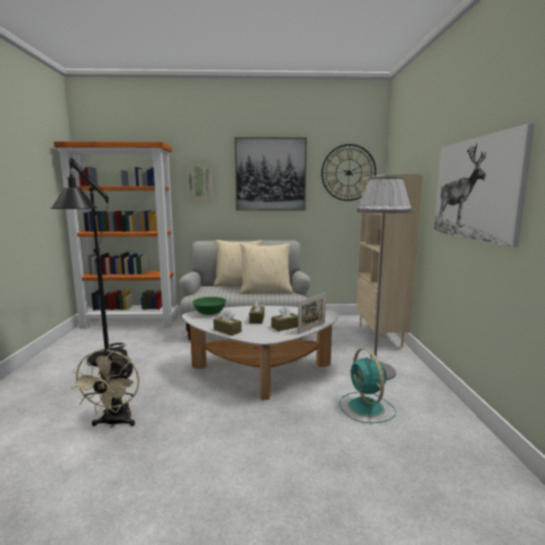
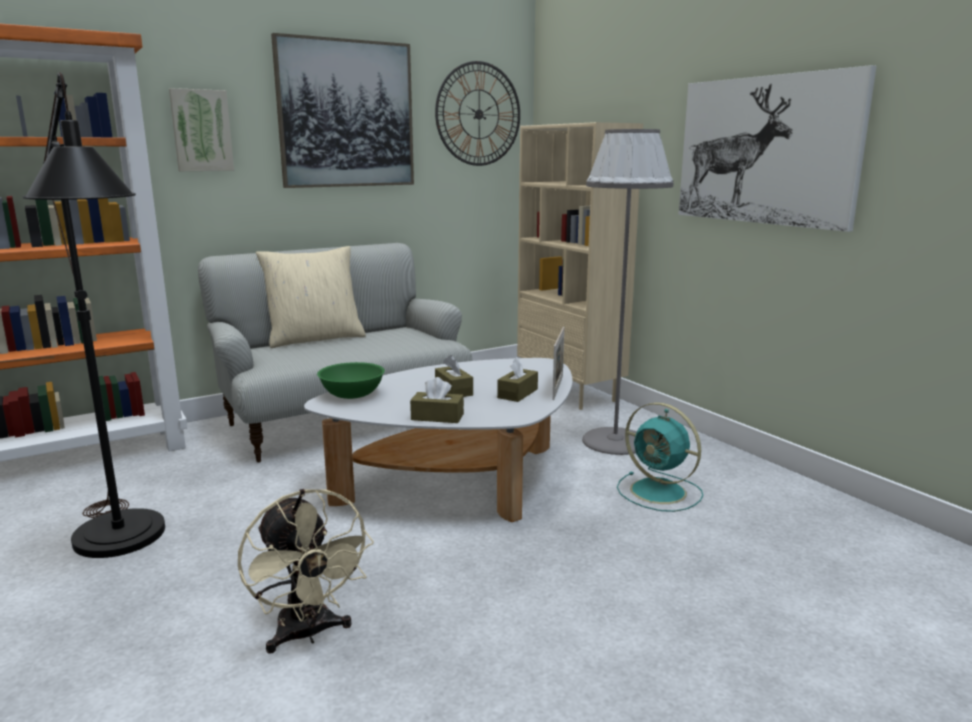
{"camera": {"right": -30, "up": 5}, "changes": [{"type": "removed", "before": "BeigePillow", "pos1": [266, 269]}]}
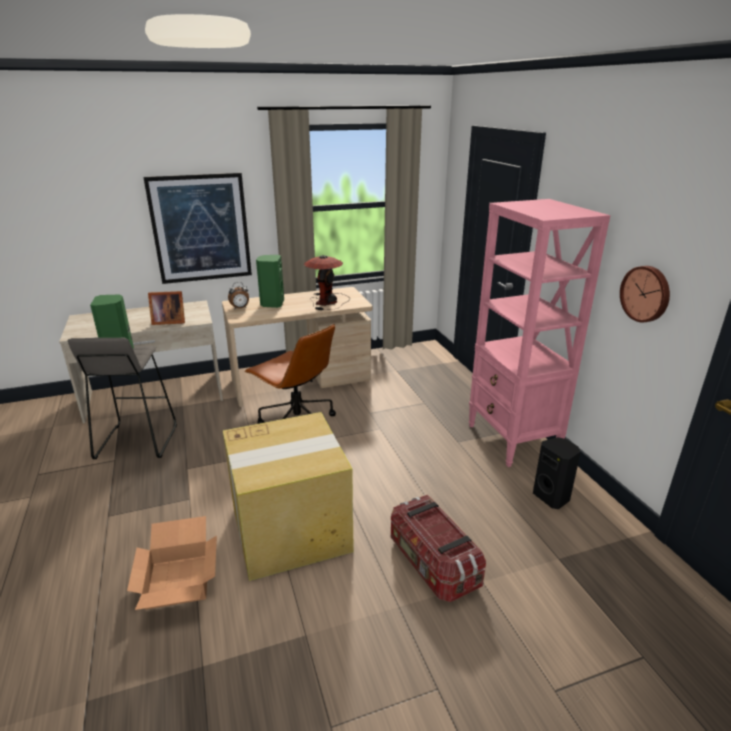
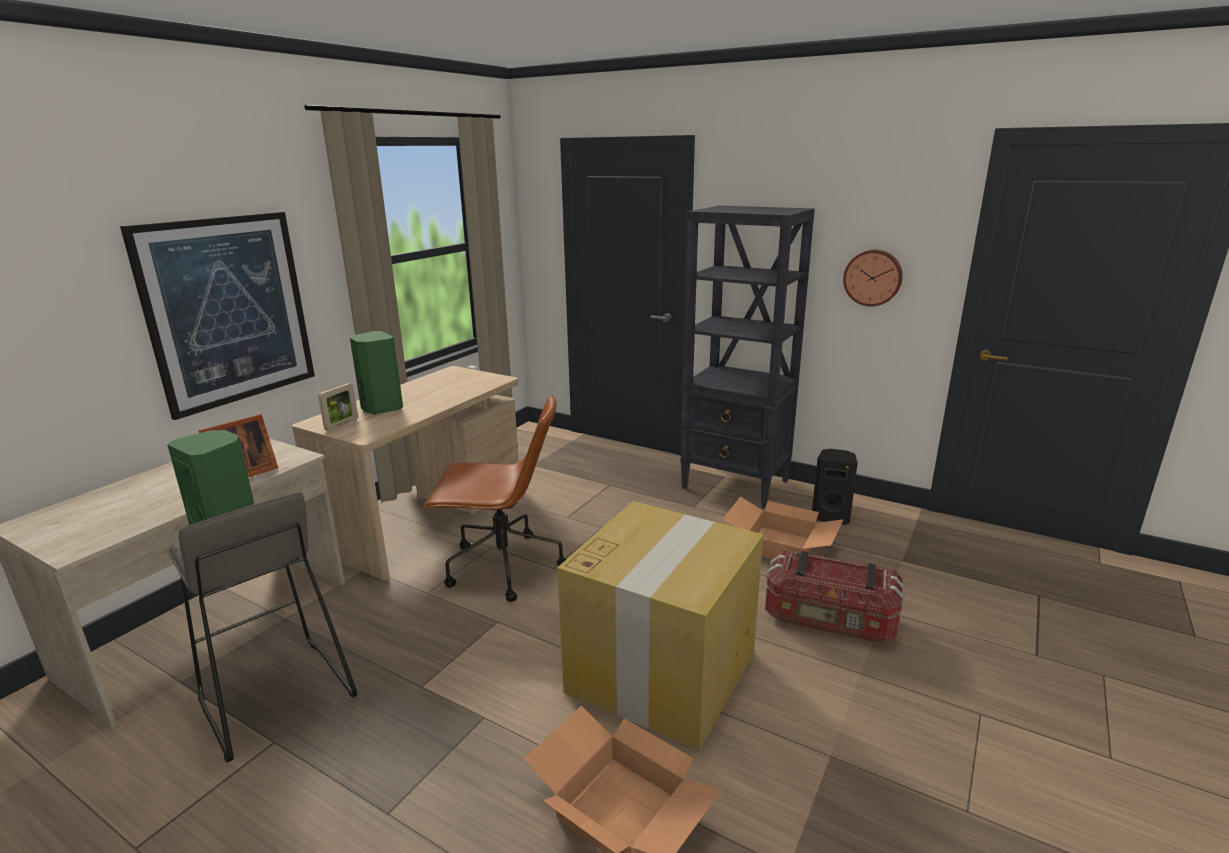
{"camera": {"right": -40, "up": -5}, "changes": [{"type": "replaced", "before": "AlarmClock", "after": "PictureFrame", "pos1": [238, 295], "pos2": [338, 407]}, {"type": "removed", "before": "TableLamp", "pos1": [327, 282]}, {"type": "recoloured", "before": "PinkBookcase", "after": "BlackBookcase", "pos1": [539, 333], "pos2": [747, 357]}, {"type": "added", "after": "CardboardBox", "pos2": [783, 527]}]}
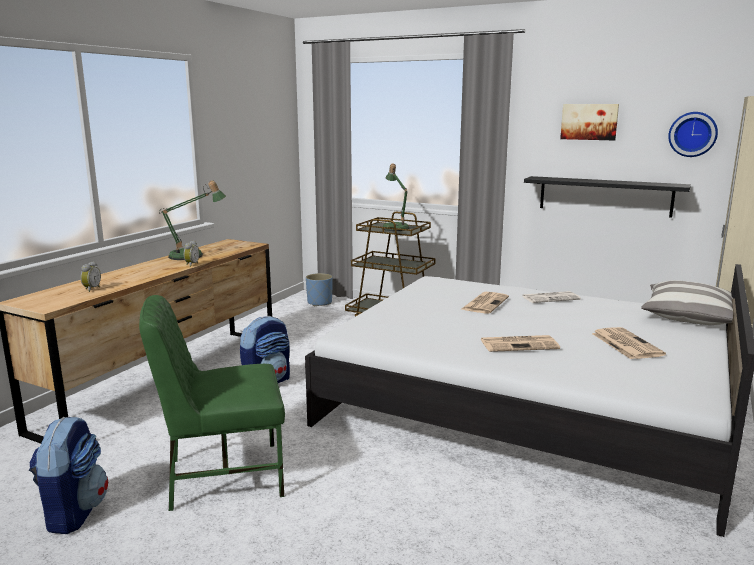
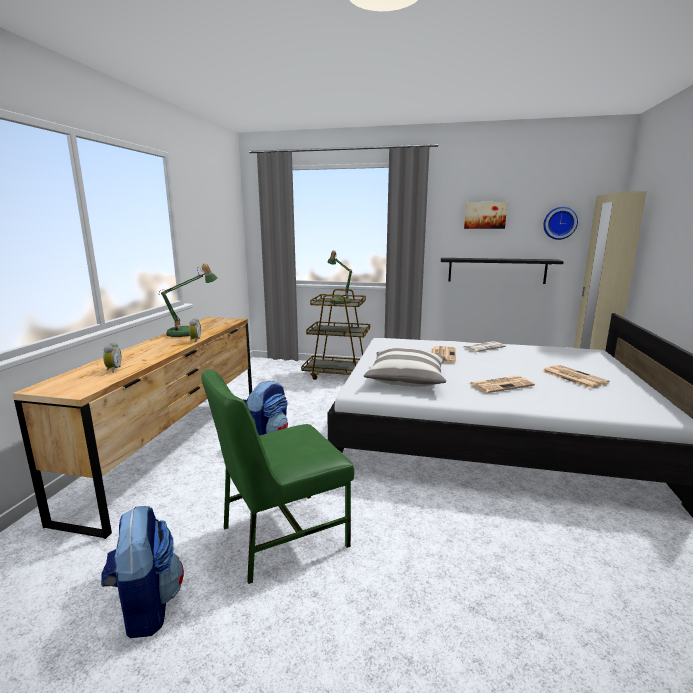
{"camera": {"right": -15, "up": 0}, "changes": [{"type": "removed", "before": "BluePlanter", "pos1": [319, 289]}, {"type": "moved", "before": "Pillow", "pos1": [687, 302], "pos2": [405, 367]}]}
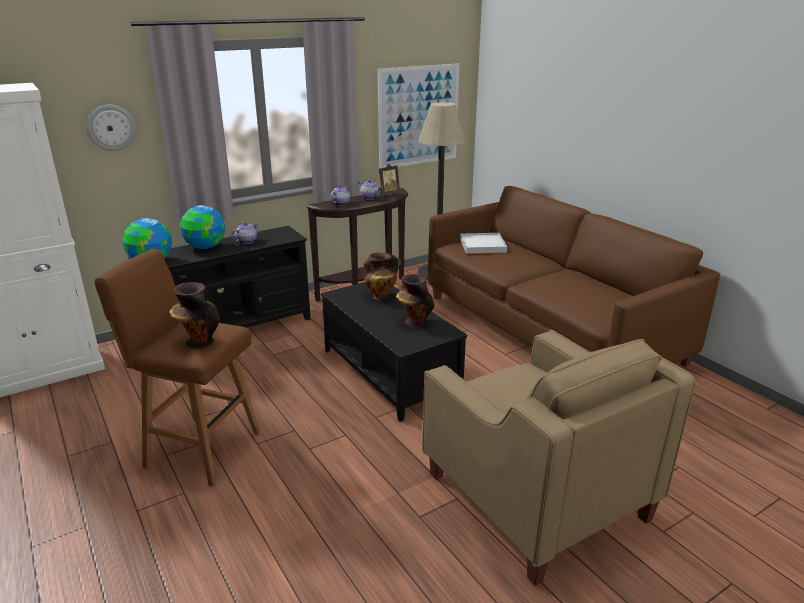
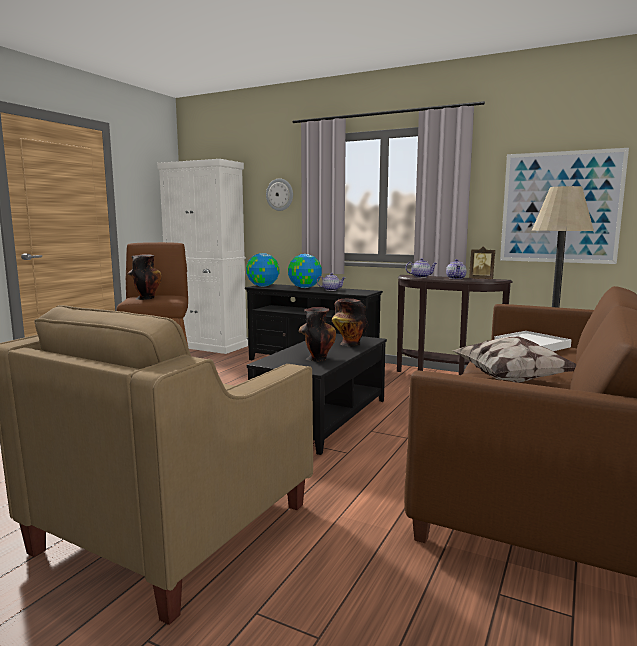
{"camera": {"right": 60, "up": -15}, "changes": [{"type": "added", "after": "Pillow", "pos2": [514, 359]}]}
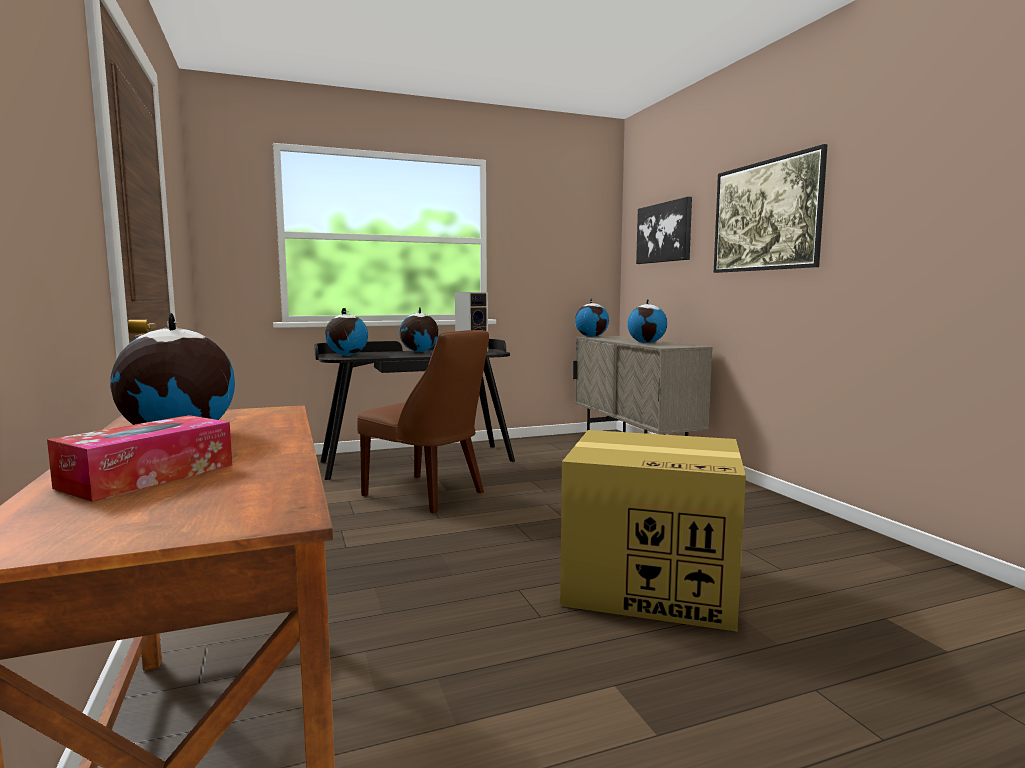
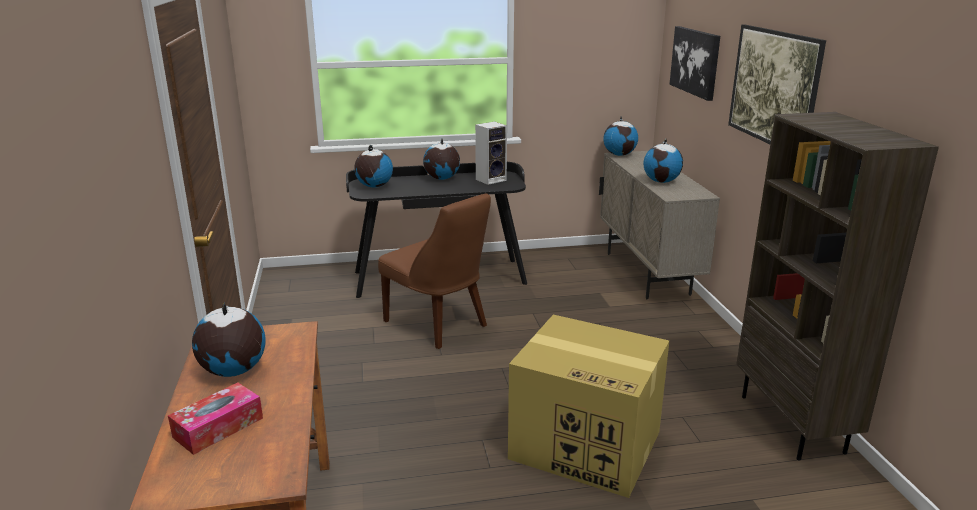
{"camera": {"right": 10, "up": 15}, "changes": [{"type": "added", "after": "BrownBookcase", "pos2": [837, 286]}]}
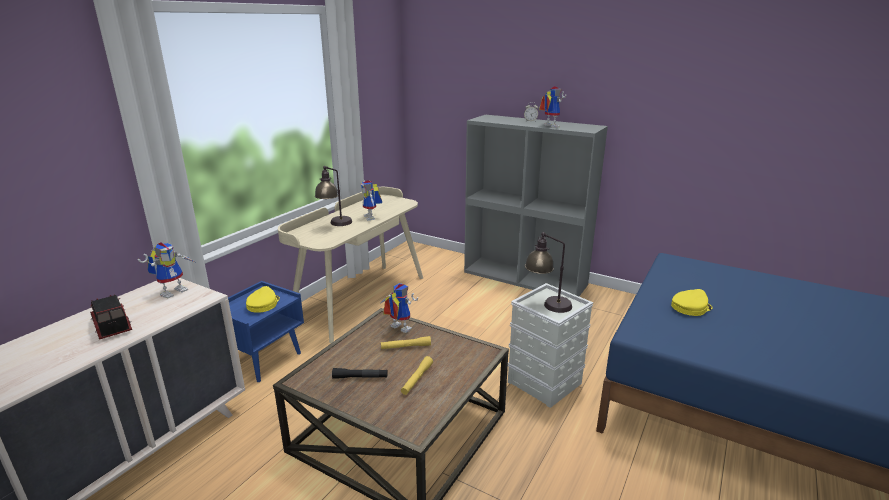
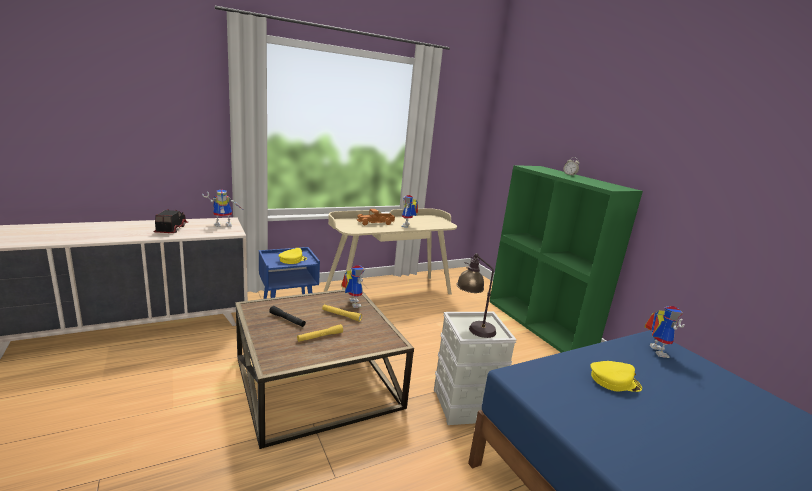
{"camera": {"right": 30, "up": -5}, "changes": [{"type": "replaced", "before": "TableLamp", "after": "ToyTruck", "pos1": [333, 196], "pos2": [376, 217]}, {"type": "recoloured", "before": "GreyBookcase", "after": "GreenBookcase", "pos1": [536, 205], "pos2": [566, 259]}, {"type": "moved", "before": "ToyRobot", "pos1": [553, 107], "pos2": [664, 332]}]}
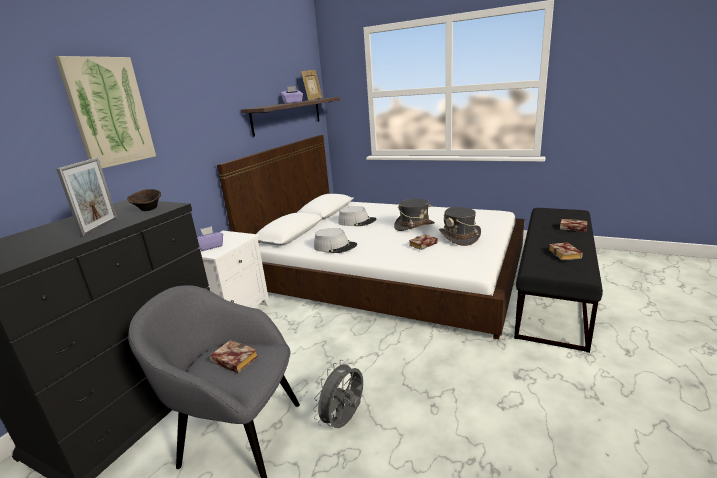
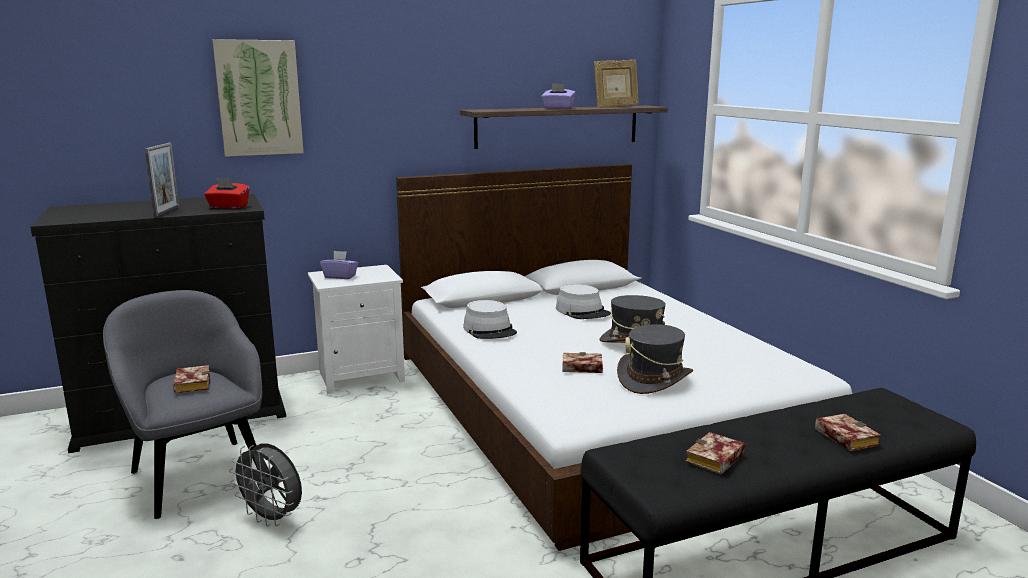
{"camera": {"right": 40, "up": -5}, "changes": [{"type": "turned", "before": "PictureFrame", "pos1": [87, 197], "pos2": [161, 180], "turn": -45}, {"type": "replaced", "before": "BrownBowl", "after": "RedTissueBox", "pos1": [144, 200], "pos2": [227, 193]}, {"type": "turned", "before": "GreyFan", "pos1": [338, 394], "pos2": [265, 484], "turn": -135}]}
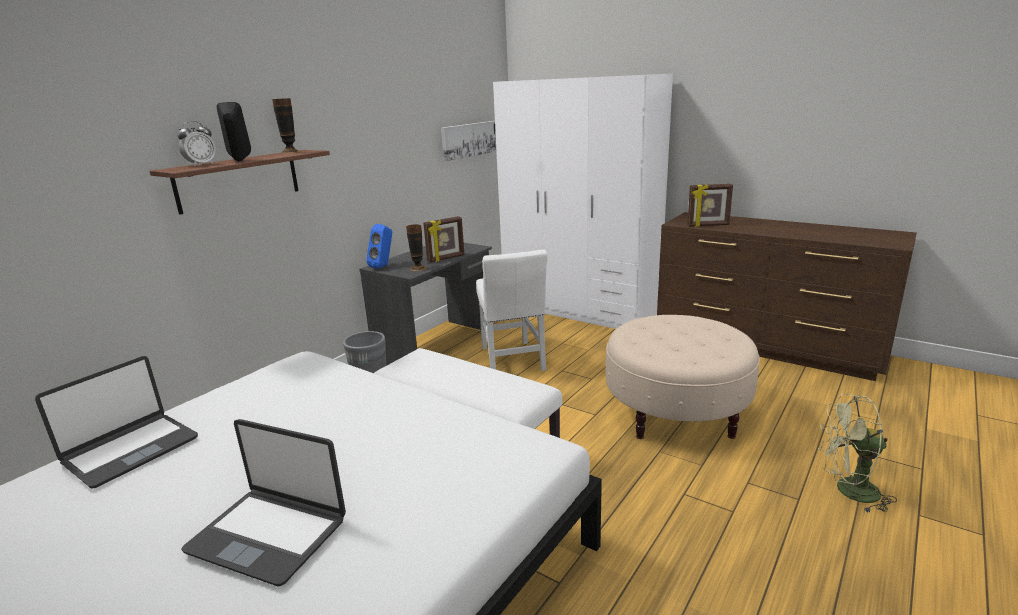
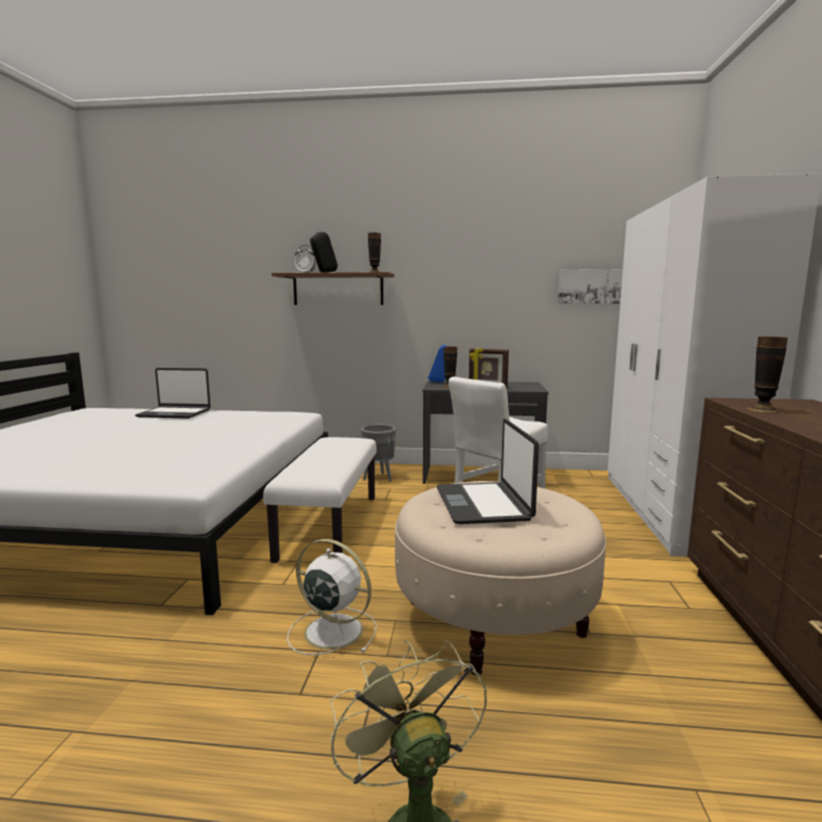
{"camera": {"right": 60, "up": -10}, "changes": [{"type": "moved", "before": "Laptop", "pos1": [263, 502], "pos2": [488, 471]}, {"type": "replaced", "before": "PictureFrame", "after": "Vase", "pos1": [710, 205], "pos2": [767, 375]}, {"type": "added", "after": "WhiteFan", "pos2": [332, 597]}]}
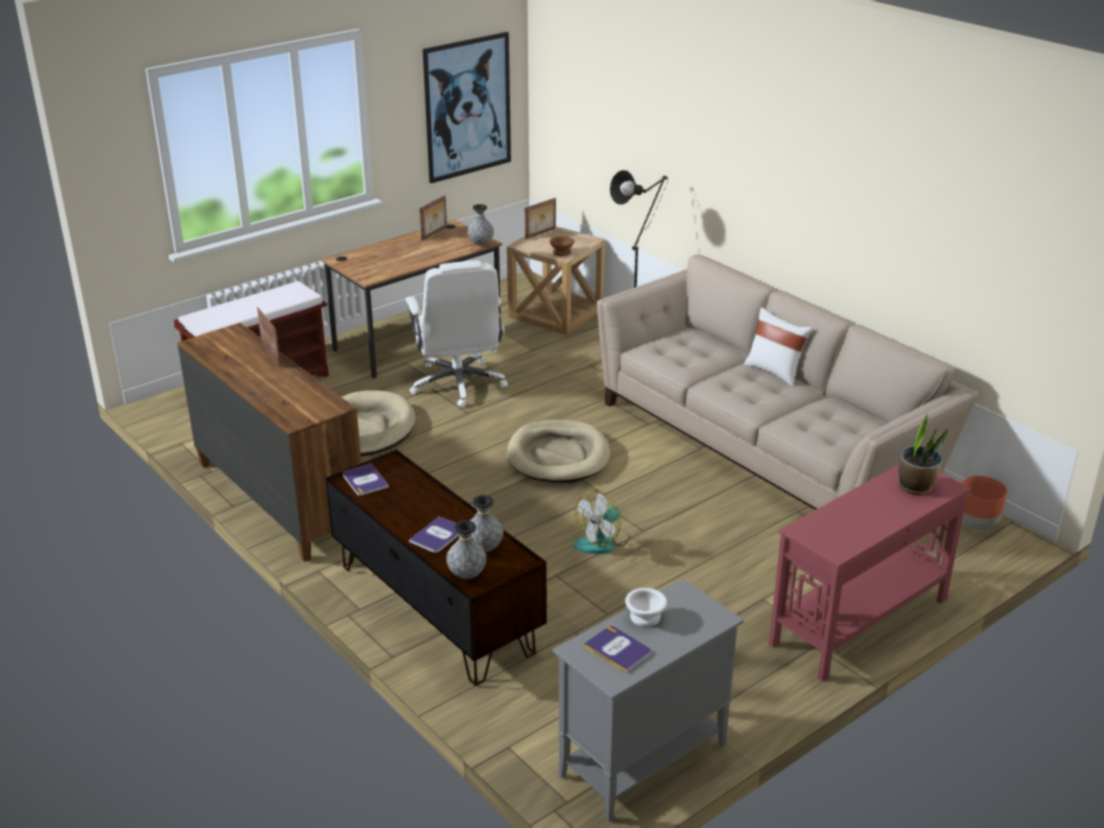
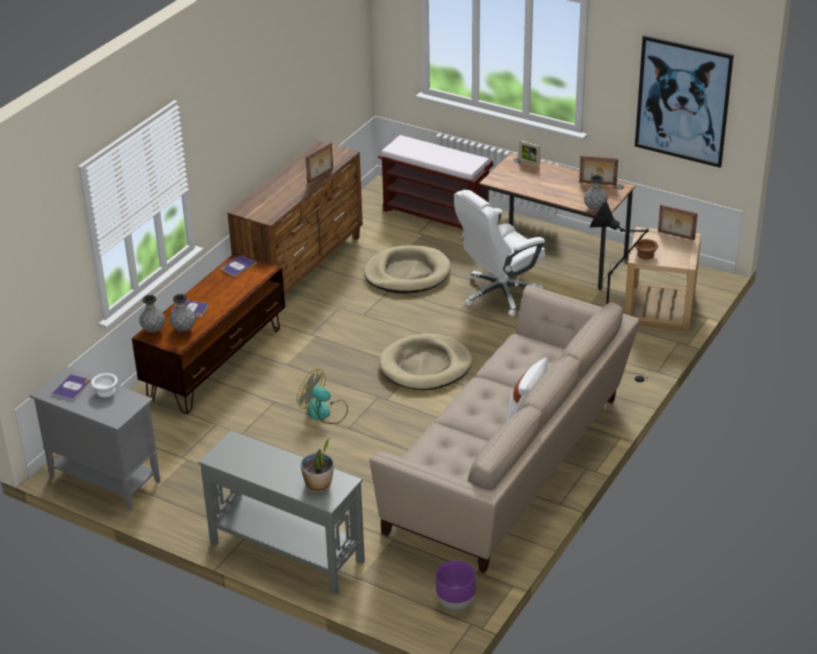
{"camera": {"right": 70, "up": 5}, "changes": [{"type": "recoloured", "before": "RedConsoleTable", "after": "GreyConsoleTable", "pos1": [870, 573], "pos2": [281, 512]}, {"type": "recoloured", "before": "BrownPlanter", "after": "PurplePlanter", "pos1": [985, 503], "pos2": [456, 585]}, {"type": "added", "after": "PictureFrame", "pos2": [530, 153]}]}
